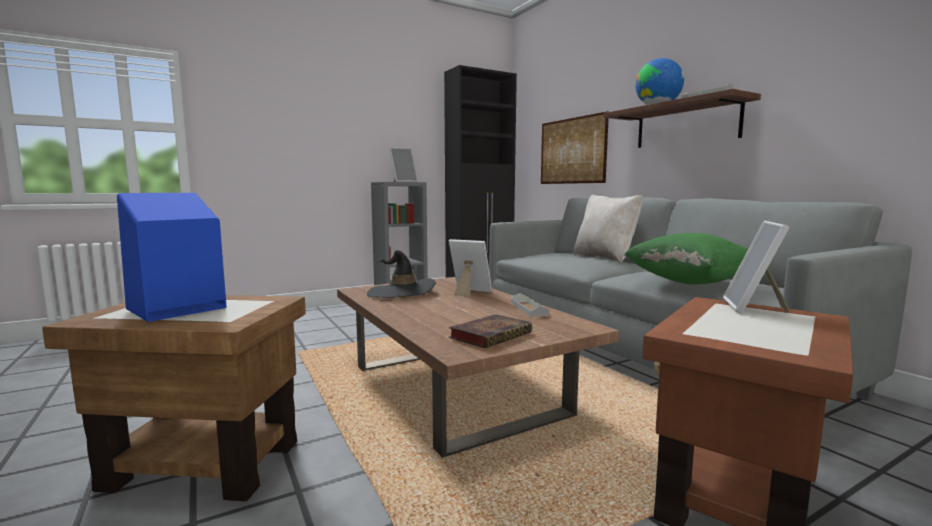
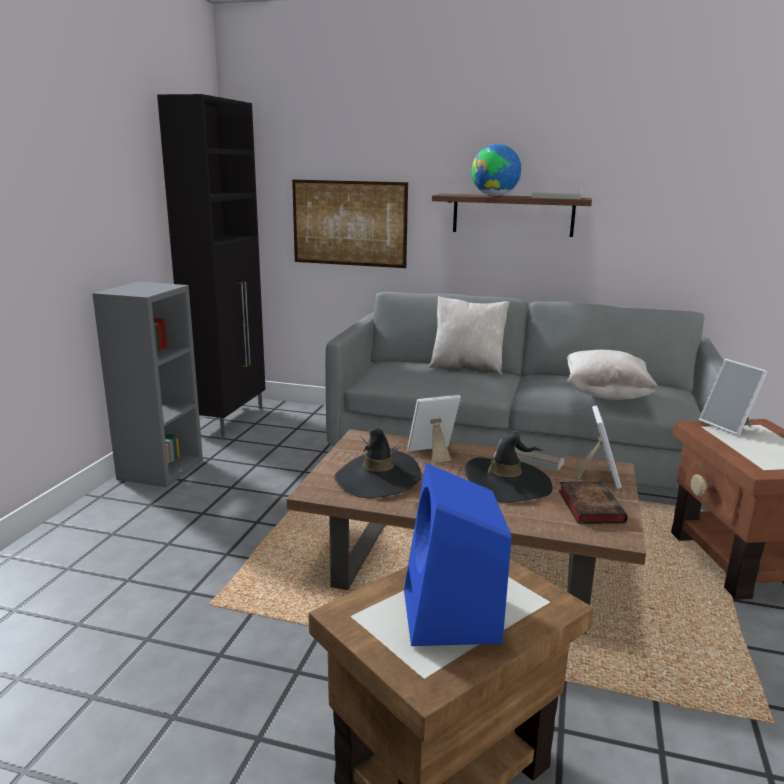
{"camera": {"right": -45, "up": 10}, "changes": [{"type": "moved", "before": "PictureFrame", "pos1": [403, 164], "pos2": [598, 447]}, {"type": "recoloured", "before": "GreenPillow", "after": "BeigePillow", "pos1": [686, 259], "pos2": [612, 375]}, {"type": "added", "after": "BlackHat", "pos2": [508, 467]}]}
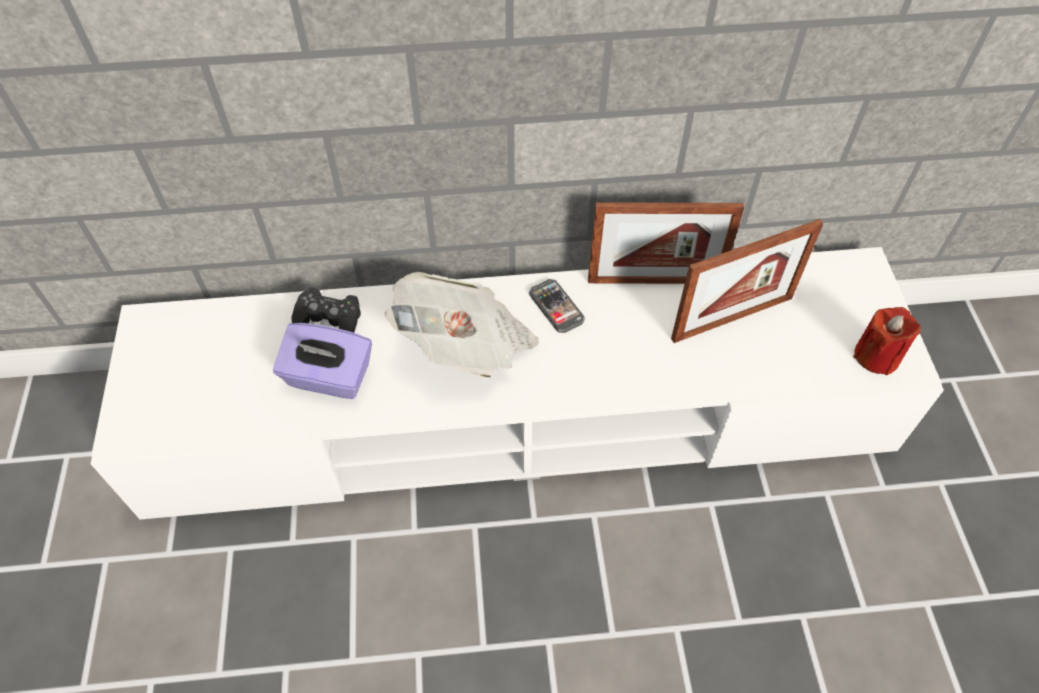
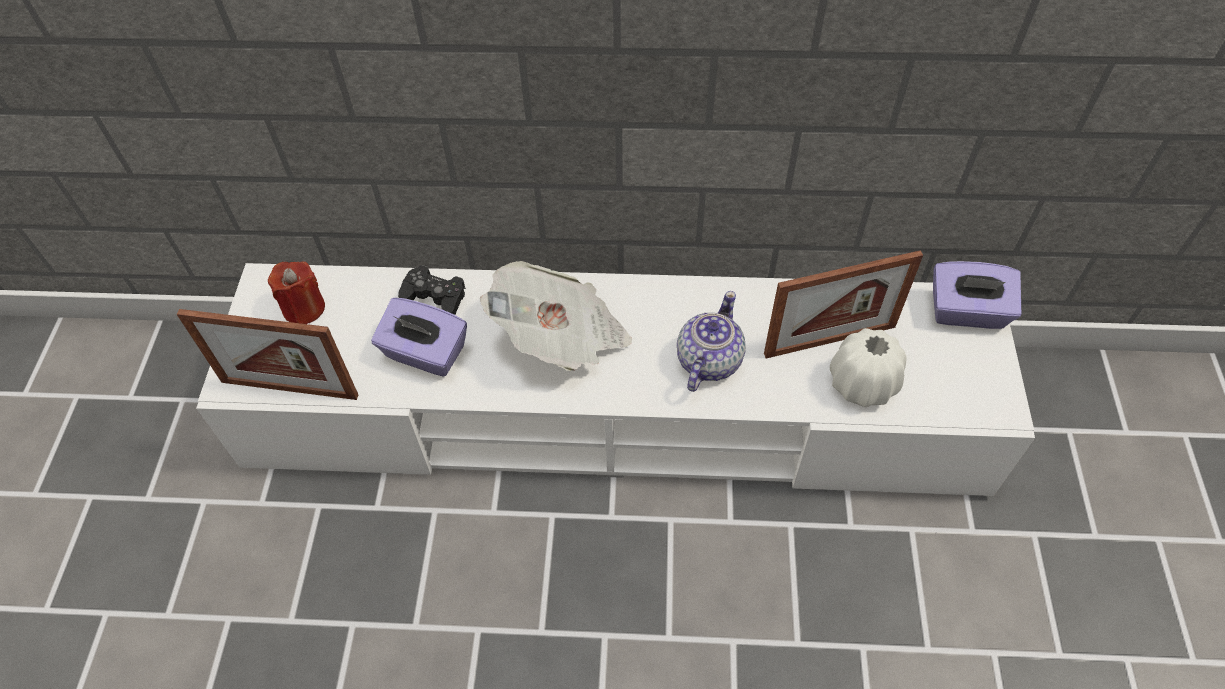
{"camera": {"right": 10, "up": 0}, "changes": [{"type": "removed", "before": "Phone", "pos1": [557, 306]}, {"type": "moved", "before": "PictureFrame", "pos1": [666, 243], "pos2": [267, 354]}, {"type": "moved", "before": "RedCandle", "pos1": [887, 341], "pos2": [296, 293]}, {"type": "added", "after": "Teapot", "pos2": [711, 341]}, {"type": "added", "after": "WhiteVase", "pos2": [868, 367]}, {"type": "added", "after": "PurpleTissueBox", "pos2": [977, 295]}]}
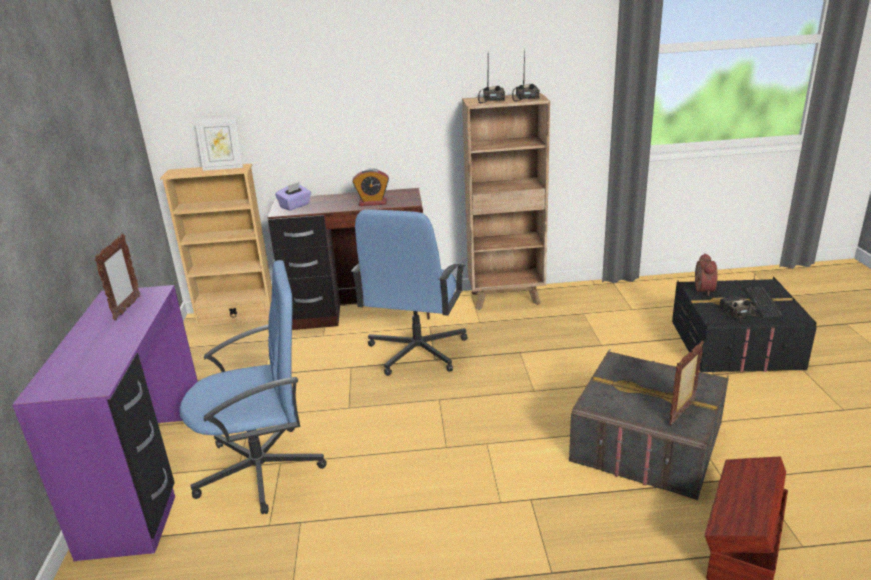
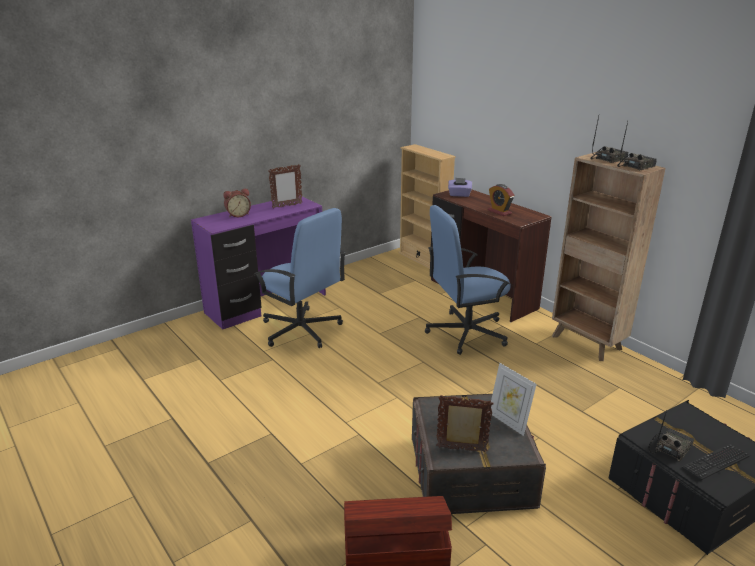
{"camera": {"right": 55, "up": 0}, "changes": [{"type": "moved", "before": "PictureFrame", "pos1": [219, 144], "pos2": [514, 399]}, {"type": "moved", "before": "AlarmClock", "pos1": [706, 274], "pos2": [237, 203]}]}
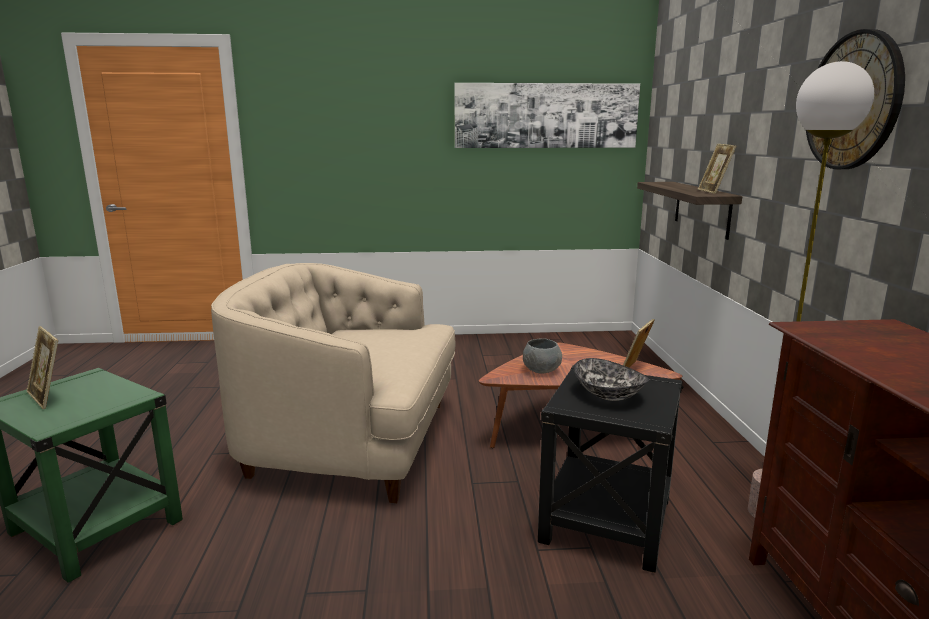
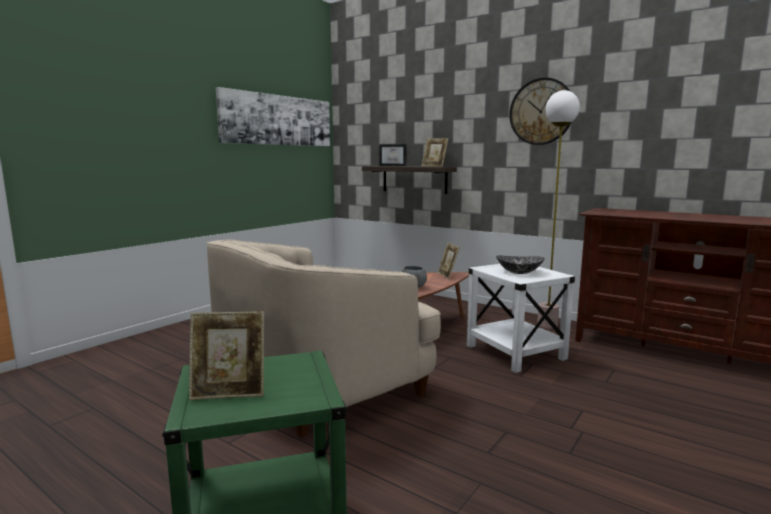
{"camera": {"right": -50, "up": -5}, "changes": [{"type": "recoloured", "before": "BlackSideTable", "after": "WhiteSideTable", "pos1": [610, 469], "pos2": [521, 318]}, {"type": "added", "after": "PictureFrame", "pos2": [393, 155]}]}
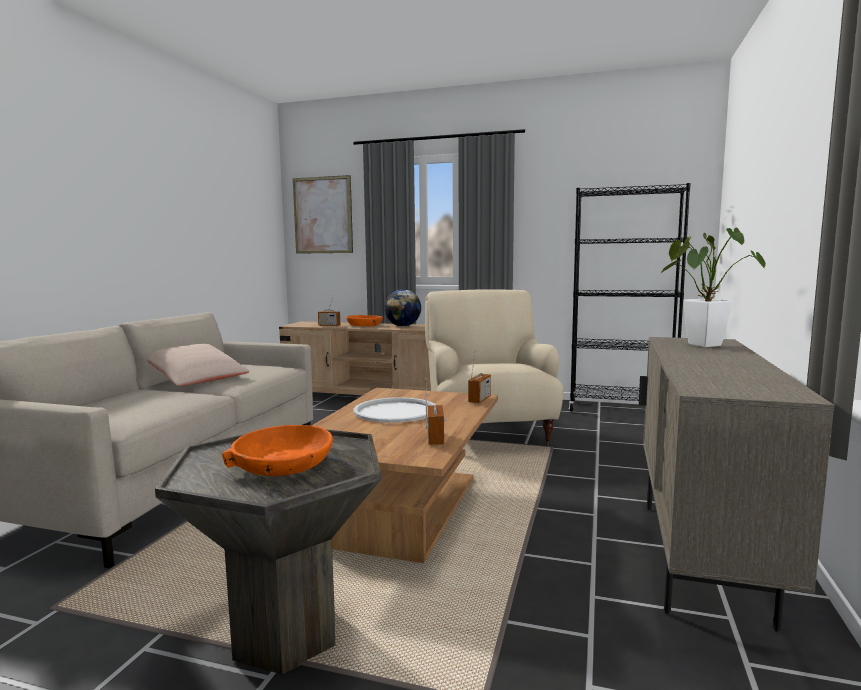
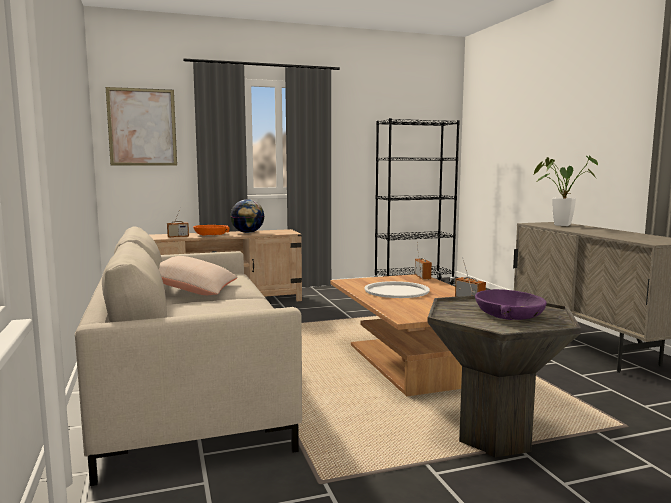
{"camera": {"right": -35, "up": 0}, "changes": [{"type": "recoloured", "before": "OrangeBowl", "after": "PurpleBowl", "pos1": [277, 450], "pos2": [511, 304]}, {"type": "removed", "before": "BeigeArmchair", "pos1": [494, 367]}]}
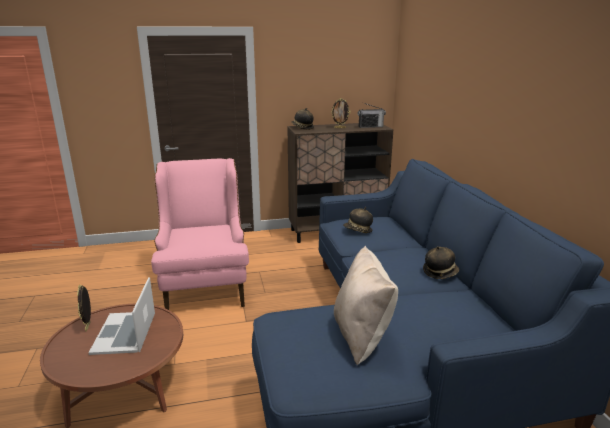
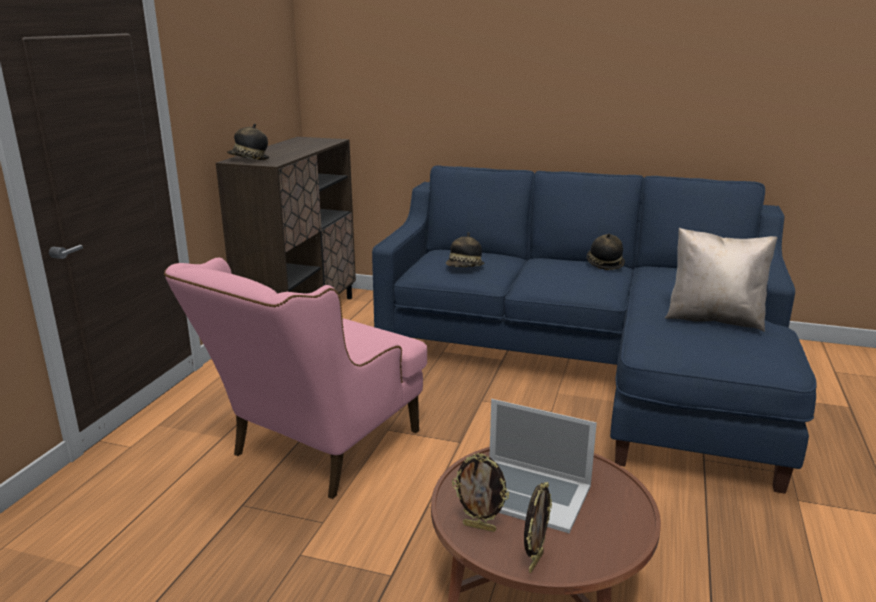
{"camera": {"right": -60, "up": 0}, "changes": [{"type": "turned", "before": "PinkArmchair", "pos1": [200, 234], "pos2": [295, 378], "turn": -75}, {"type": "moved", "before": "PictureFrame", "pos1": [340, 113], "pos2": [538, 527]}, {"type": "removed", "before": "Radio", "pos1": [372, 115]}]}
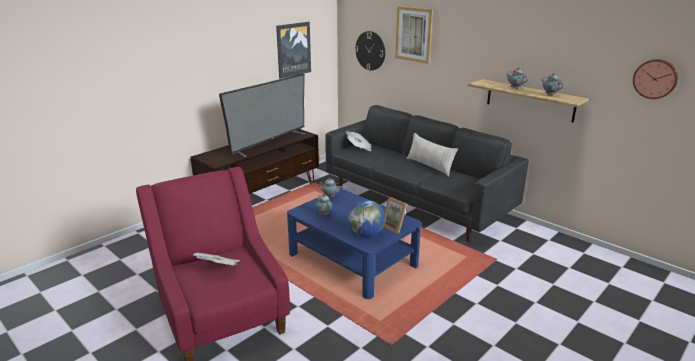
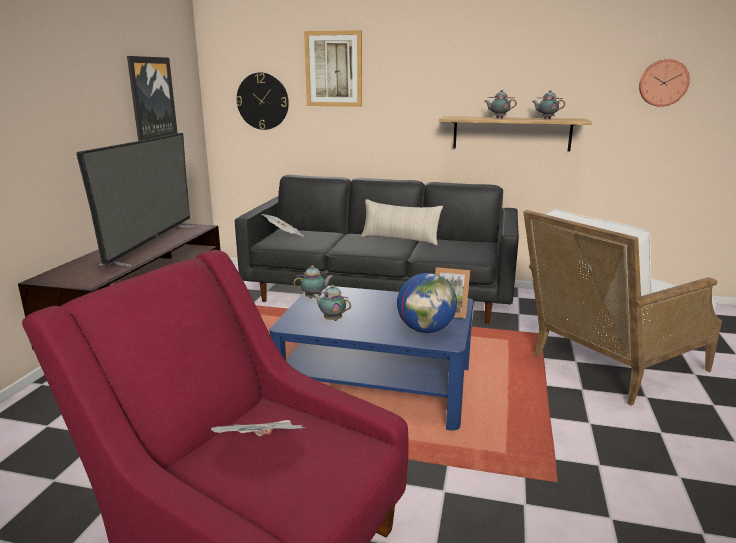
{"camera": {"right": -30, "up": -5}, "changes": [{"type": "added", "after": "WhiteArmchair", "pos2": [622, 307]}]}
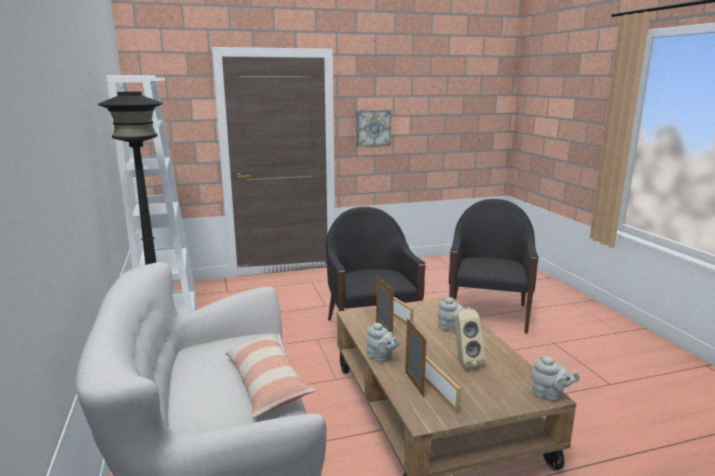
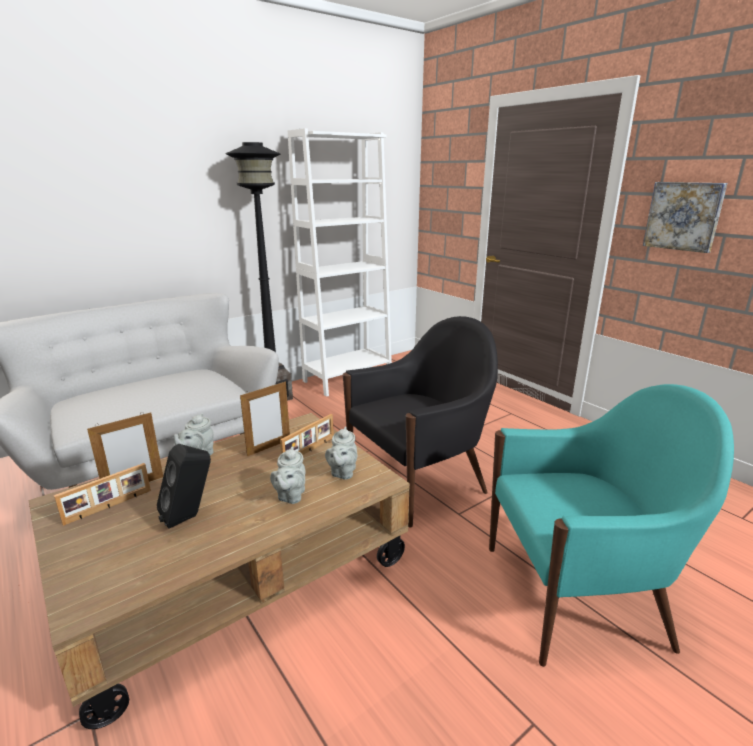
{"camera": {"right": 70, "up": 5}, "changes": [{"type": "removed", "before": "Pillow", "pos1": [270, 376]}, {"type": "recoloured", "before": "BlackArmchair", "after": "TurquoiseArmchair", "pos1": [493, 266], "pos2": [611, 525]}, {"type": "recoloured", "before": "BeigeSpeaker", "after": "BlackSpeaker", "pos1": [469, 339], "pos2": [184, 486]}, {"type": "moved", "before": "GreyTeapot", "pos1": [555, 378], "pos2": [341, 453]}]}
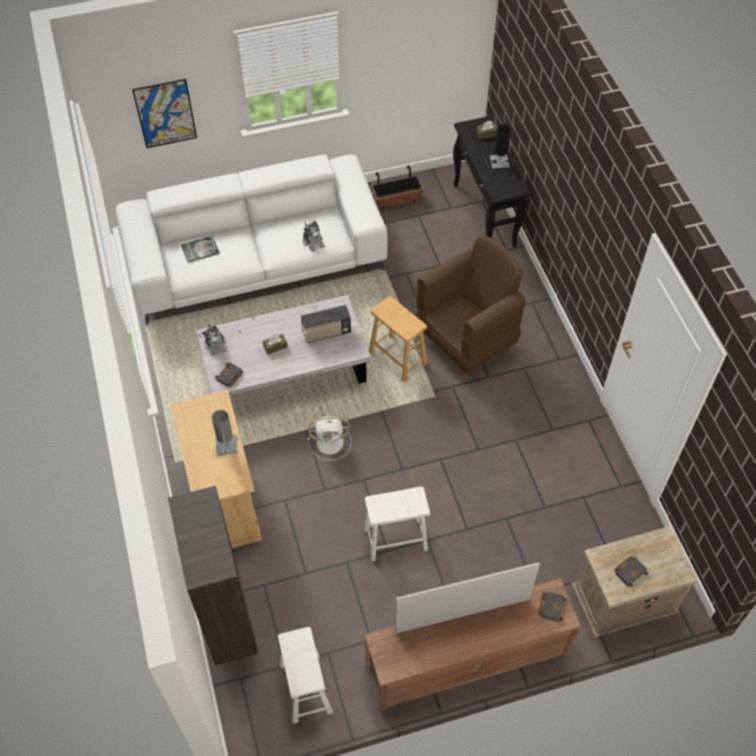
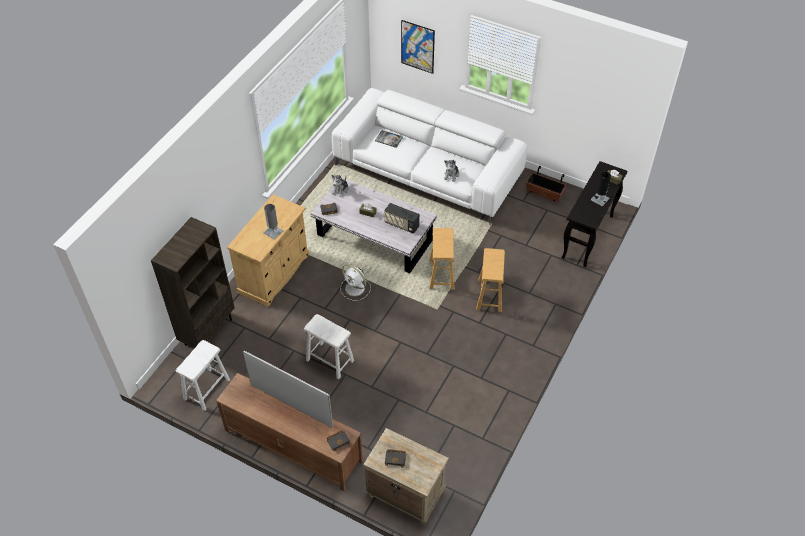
{"camera": {"right": 45, "up": -5}, "changes": [{"type": "replaced", "before": "BrownArmchair", "after": "BrownStool", "pos1": [470, 308], "pos2": [490, 280]}]}
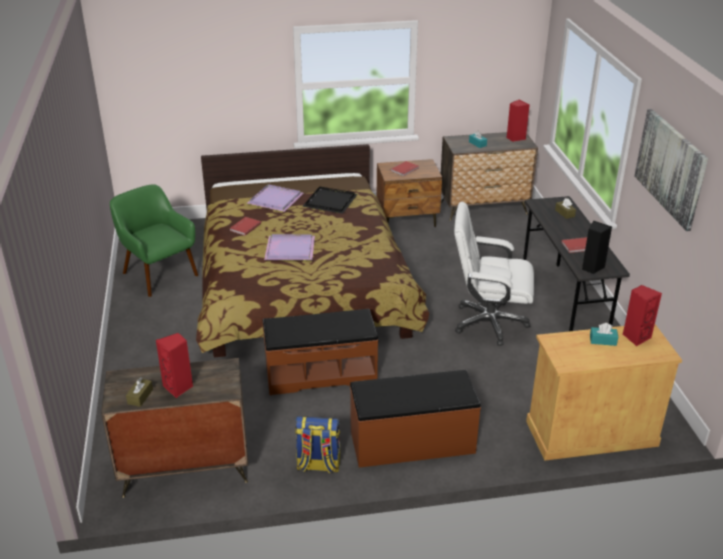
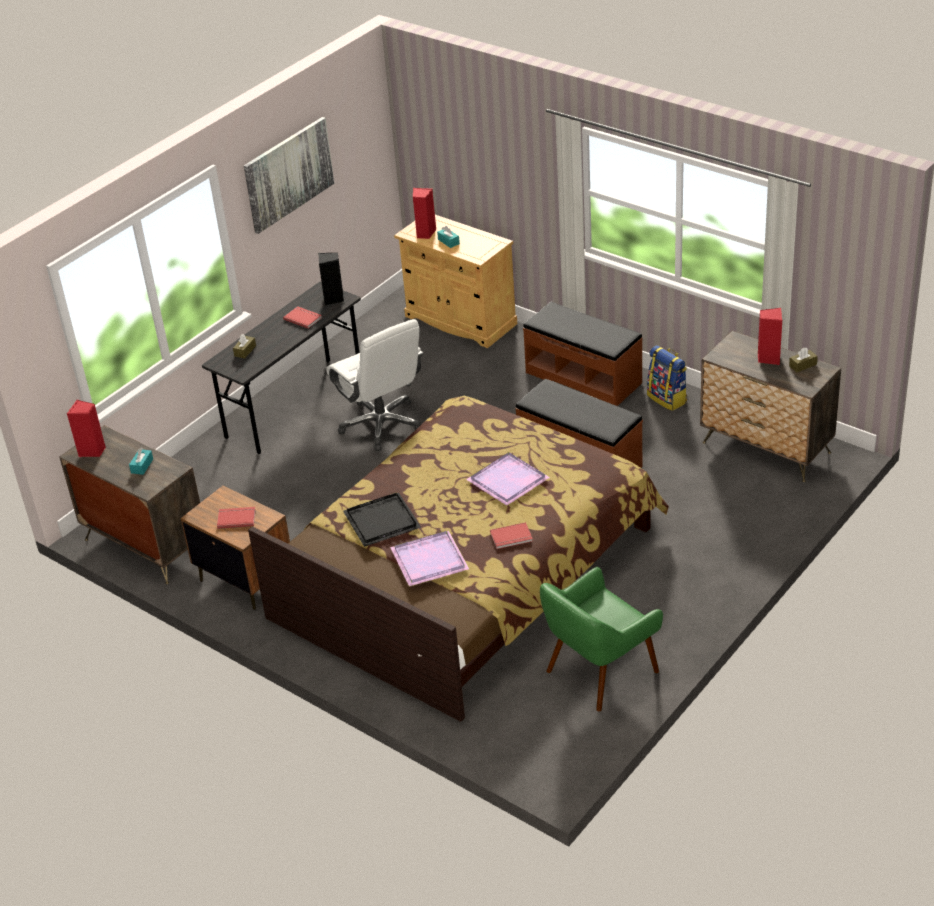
{"camera": {"right": -130, "up": 5}, "changes": [{"type": "turned", "before": "GreenArmchair", "pos1": [154, 240], "pos2": [601, 639], "turn": 45}]}
